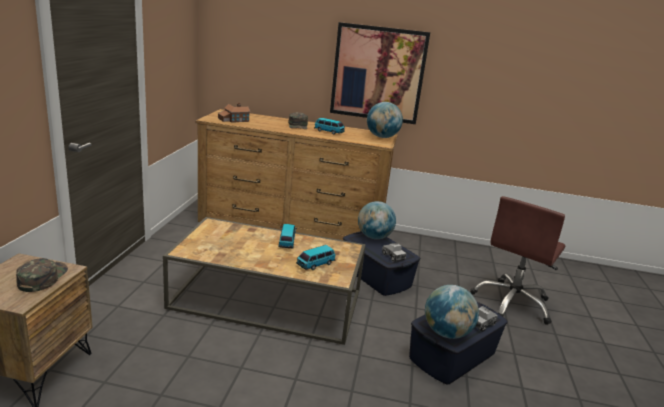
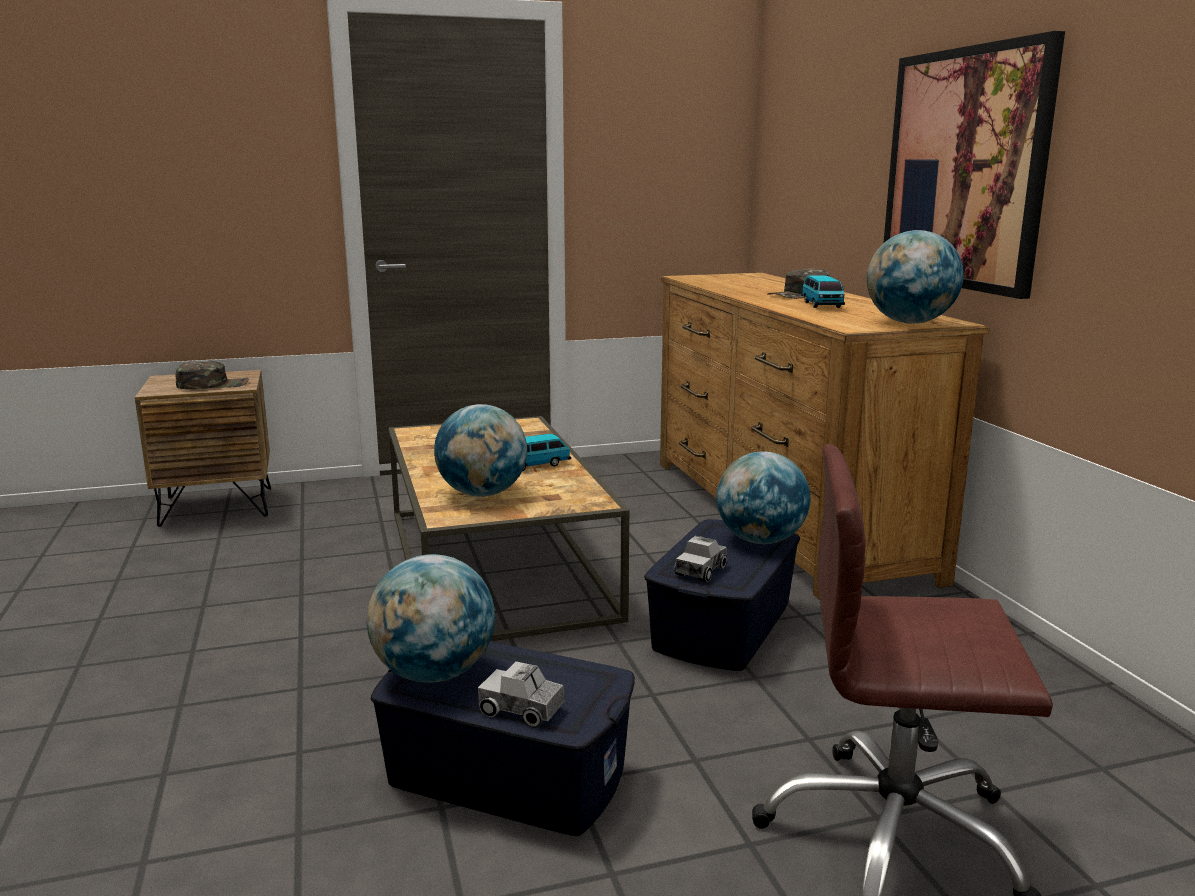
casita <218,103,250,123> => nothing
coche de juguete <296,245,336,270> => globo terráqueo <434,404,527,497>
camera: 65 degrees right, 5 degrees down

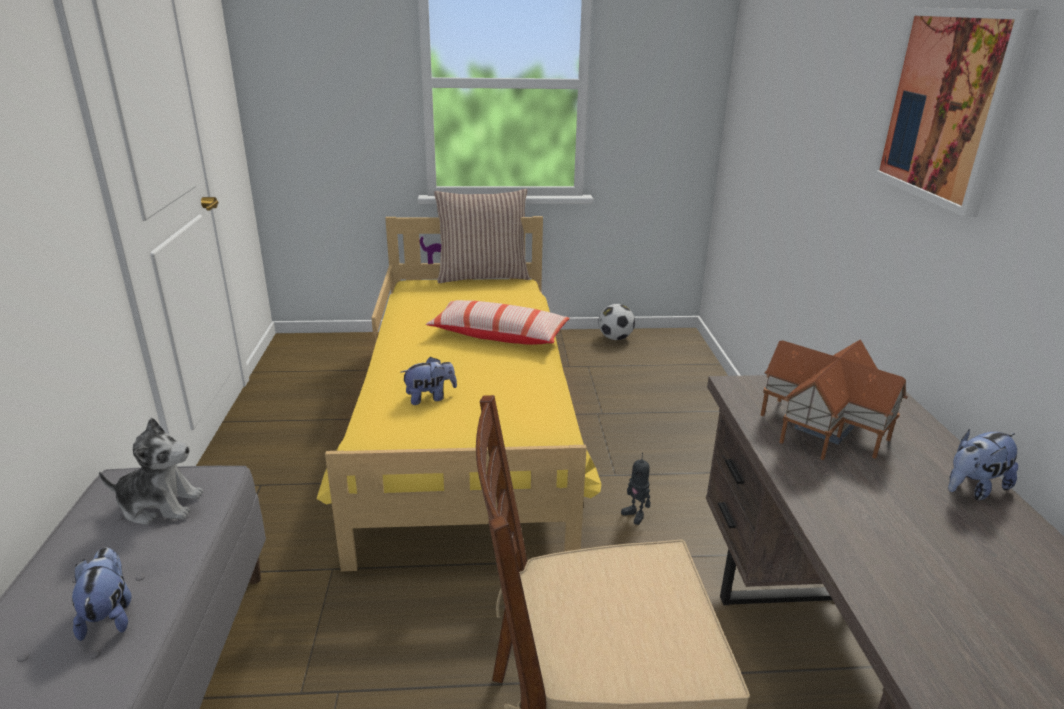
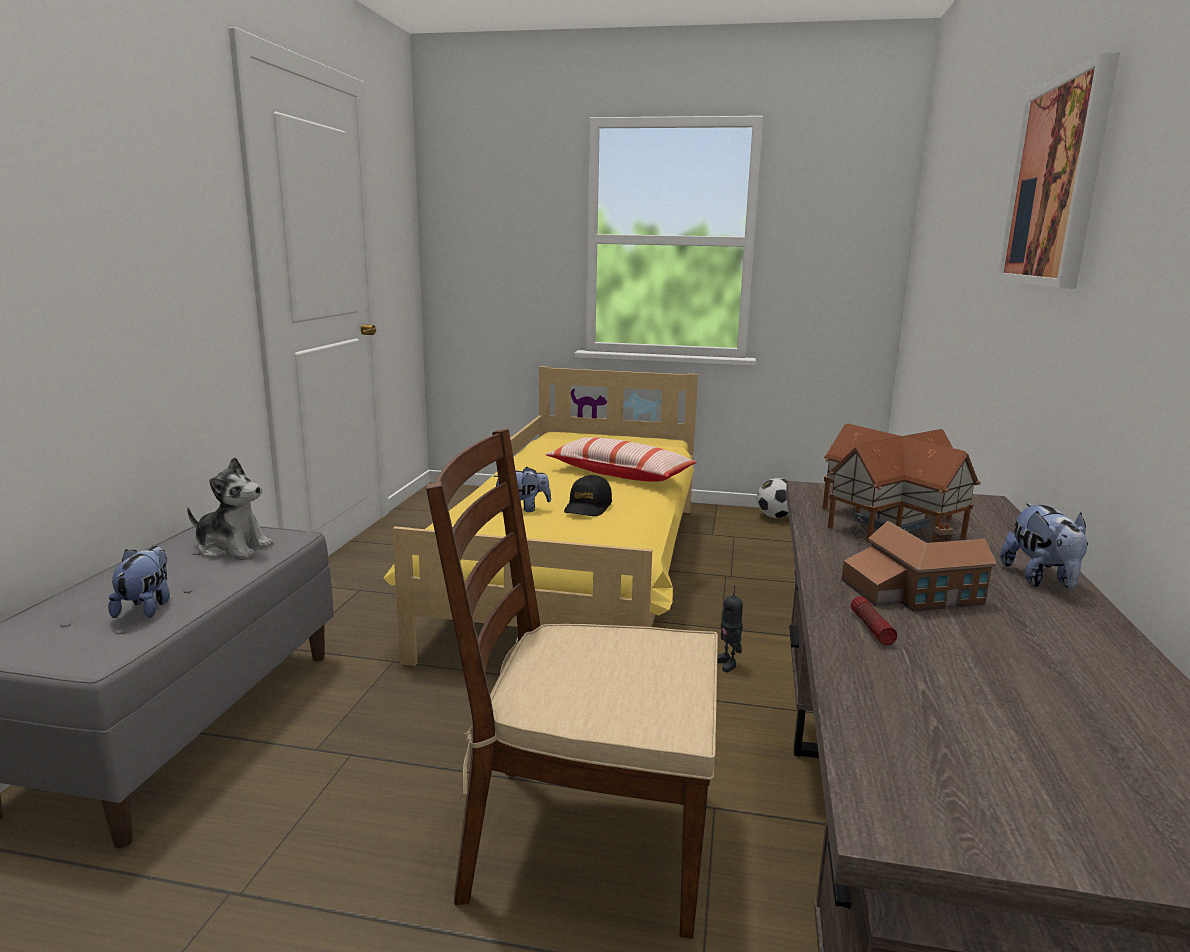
cojín <434,189,530,283> => nothing
nothing => gorra [negro] <564,475,612,516>
nothing => casita <841,521,997,612>
nothing => linterna <851,596,897,645>
peluche <948,429,1018,500> => peluche <1000,503,1088,589>, 75 degrees counterclockwise
camera: 15 degrees right, 10 degrees down

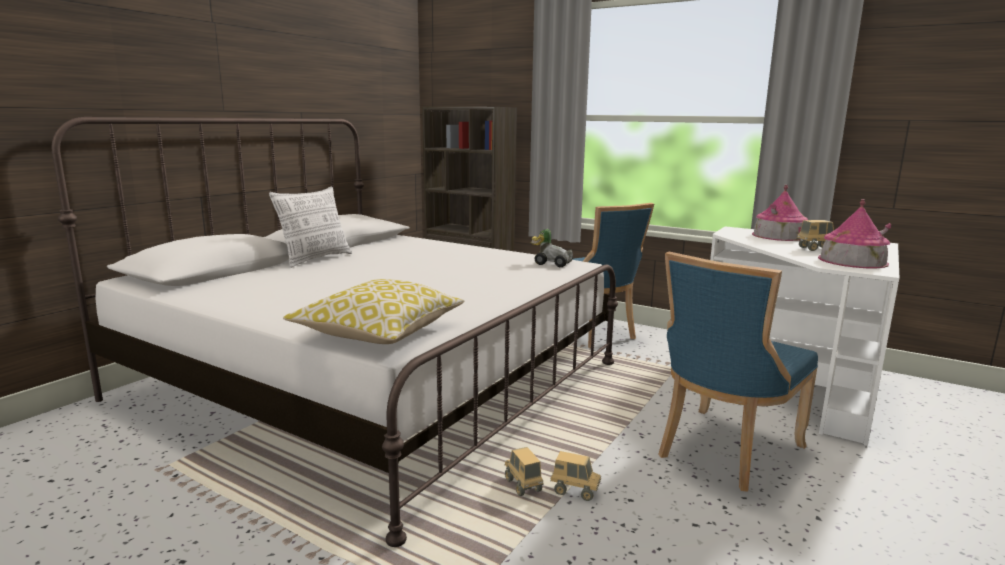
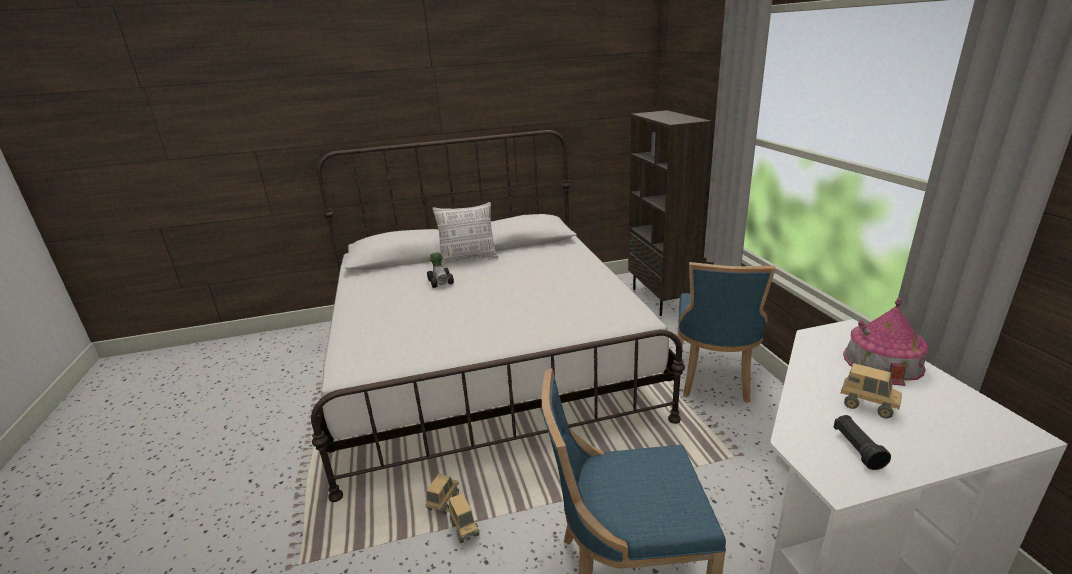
cojín <283,279,464,344> => nothing
coche de juguete <531,229,573,267> => coche de juguete <427,252,454,288>, moved
casita <818,199,891,268> => linterna [negro] <833,415,891,470>
camera: 45 degrees right, 10 degrees up

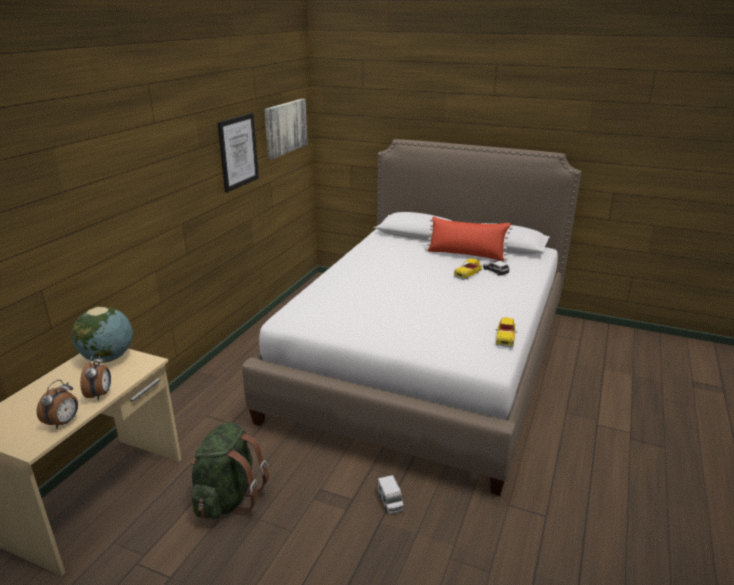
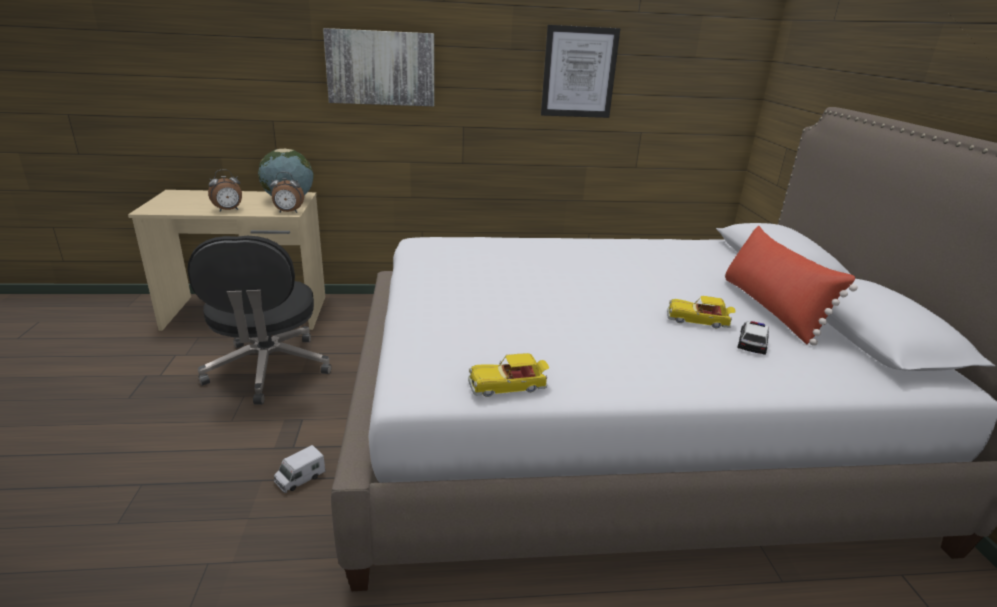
despertador <37,380,78,429> => despertador <270,172,304,213>, moved
cuadro <264,99,307,160> => cuadro <323,28,434,106>, moved
mochila [verde] <192,423,269,519> => silla de oficina [negro] <187,236,331,404>
camera: 60 degrees right, 0 degrees up

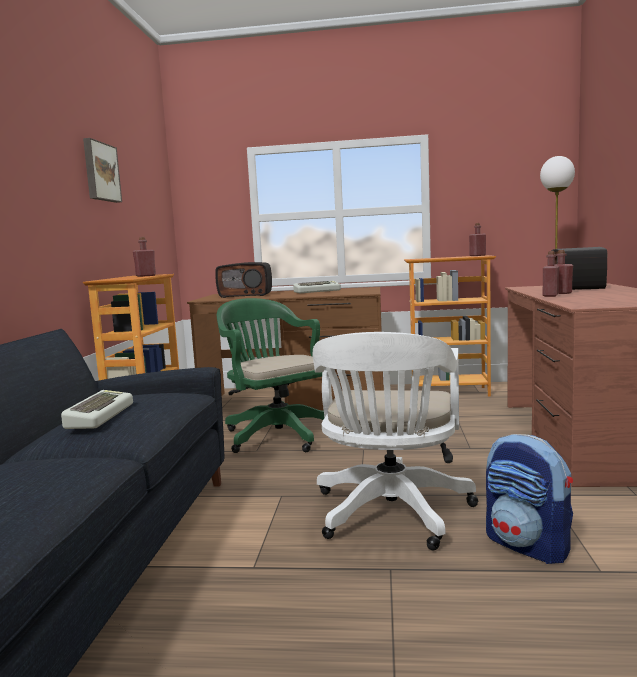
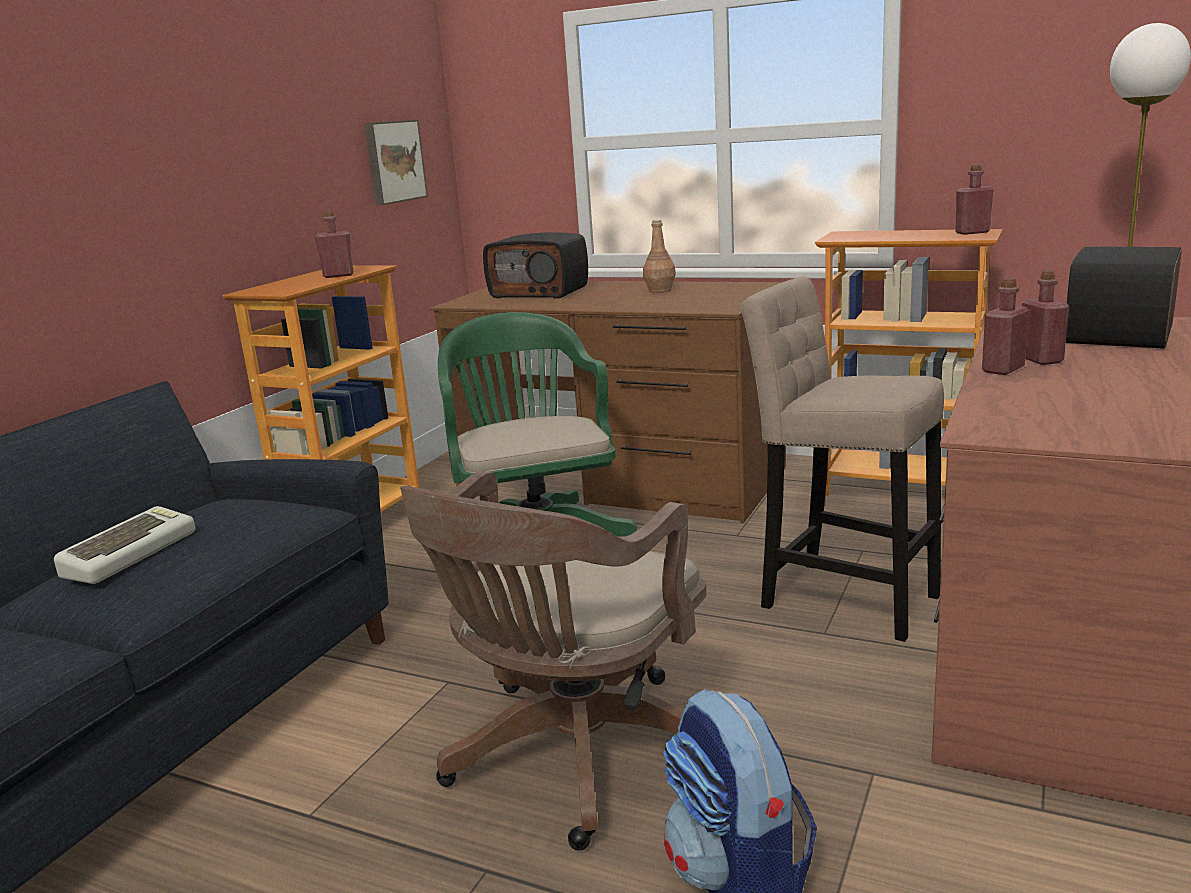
nothing => taburete [beis] <741,276,944,642>
cuadro <83,138,122,203> => cuadro <364,120,428,205>, moved
teclado <293,281,341,293> => botella [marrón] <643,219,676,293>
silla de oficina [blanco] <313,332,478,550> => silla de oficina [marrón] <400,471,707,850>
camera: 20 degrees right, 10 degrees up

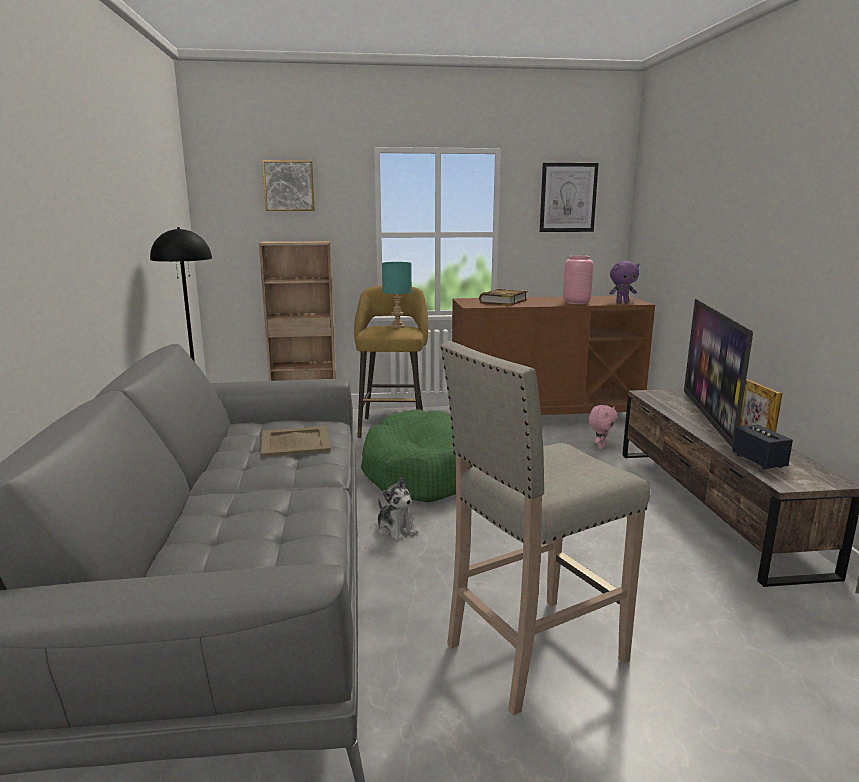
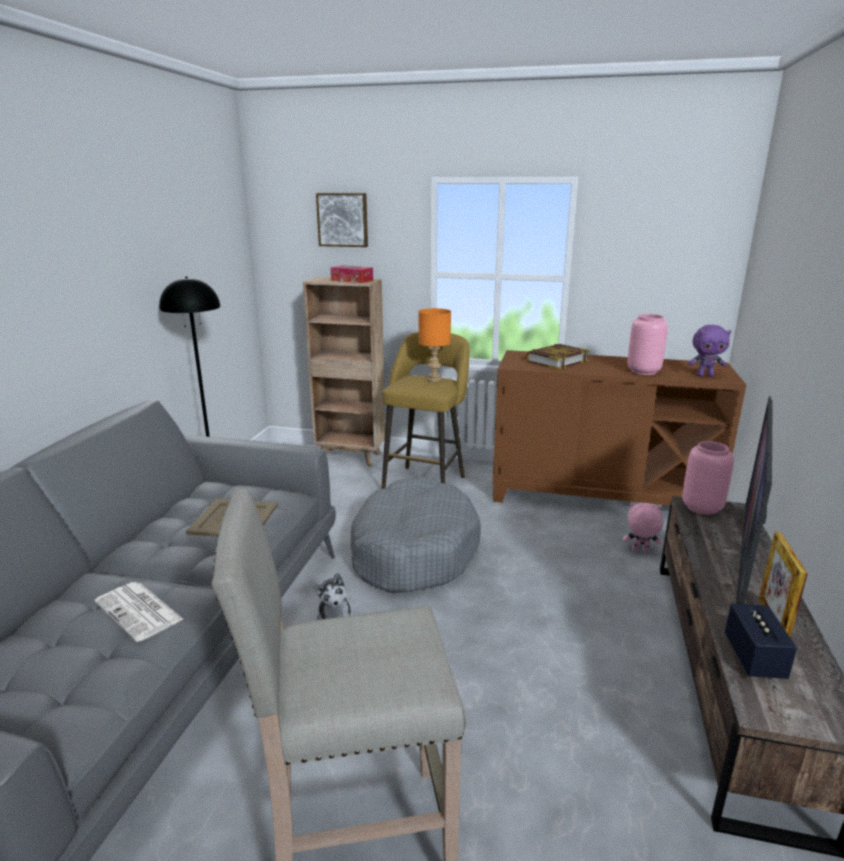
cuadro <540,163,599,232> => nothing
nothing => periódico <94,582,183,642>
nothing => caja de pañuelos <330,265,373,283>
nothing => florero [rosa] <682,441,734,515>
cama para perro [verde] <361,409,473,502> => cama para perro [gris] <351,477,481,593>
lámpara de mesa [turquesa] <382,262,412,328> => lámpara de mesa [naranja] <419,308,451,382>
peluche [rosa] <589,405,618,449> => peluche [rosa] <623,503,663,553>, 135 degrees counterclockwise
camera: 20 degrees right, 5 degrees up

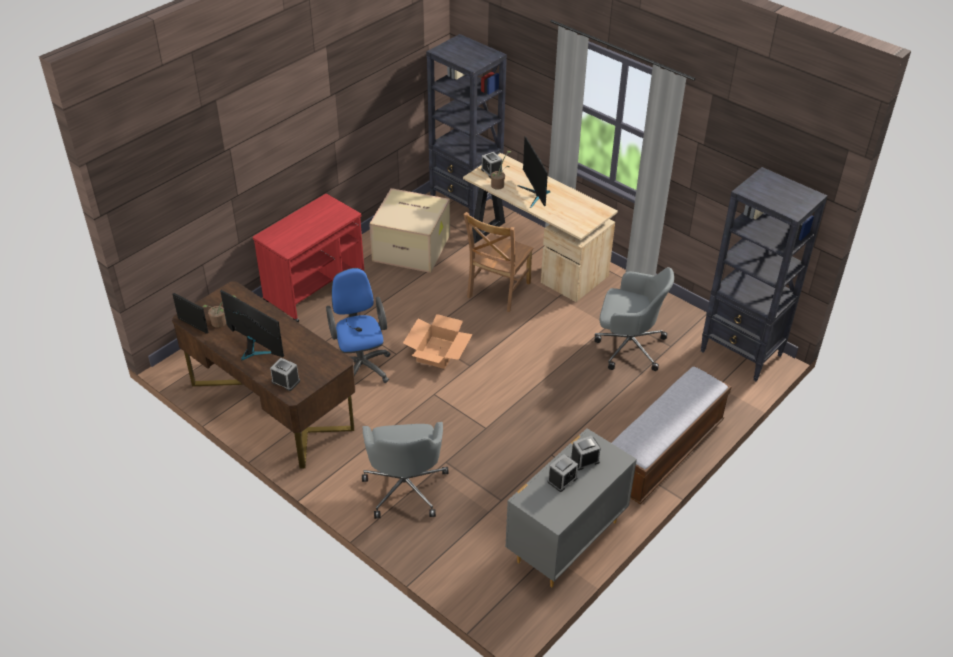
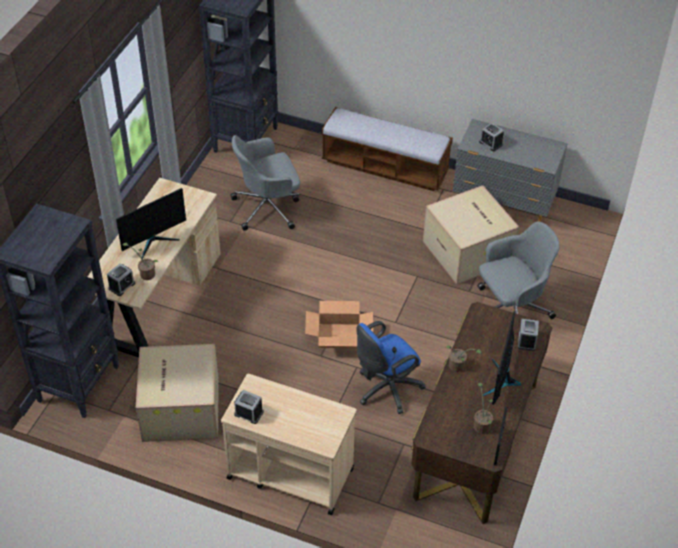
silla [marrón] <463,212,533,312> => nothing
nothing => caja de cartón <423,185,519,284>
nothing => planta en maceta <446,345,482,372>
despertador <547,454,578,492> => despertador <234,390,264,424>, moved
carrito [rojo] <253,194,364,322> => carrito [beis] <221,374,357,515>
silla de oficina [gris] <595,267,674,371> => silla de oficina [gris] <230,135,300,231>, 105 degrees counterclockwise
camera: 110 degrees left, 5 degrees up

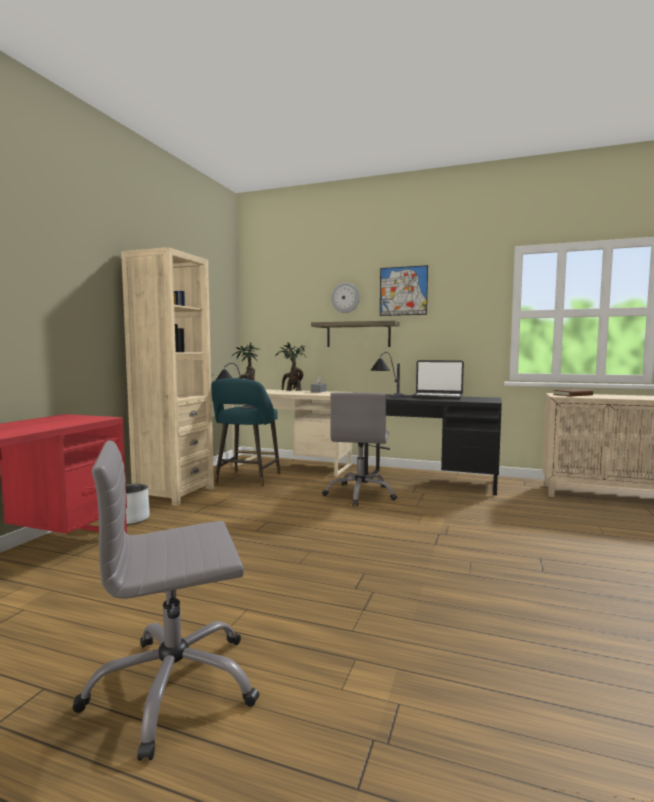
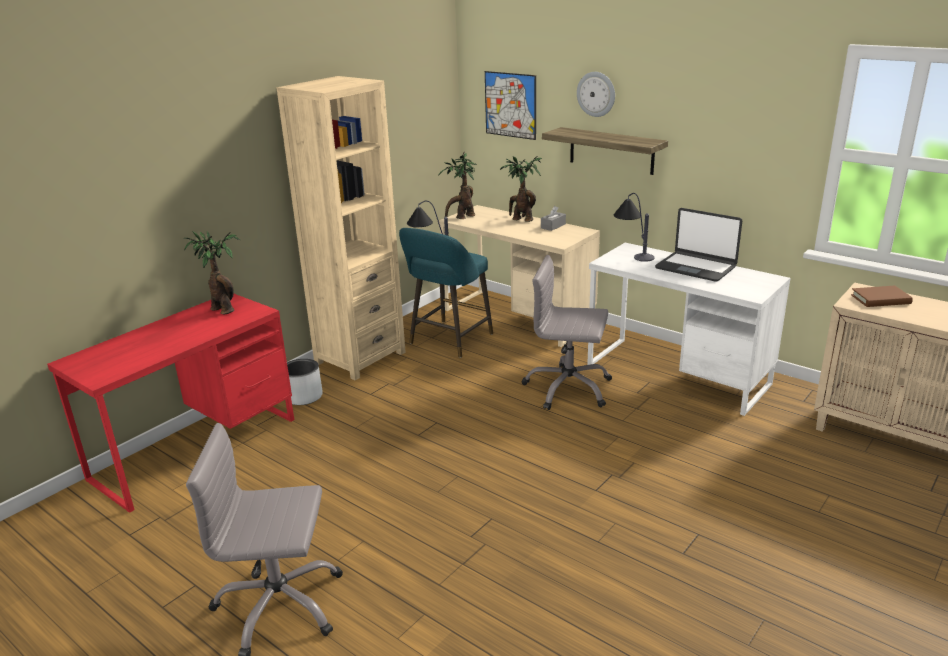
nothing => planta en maceta <184,231,240,315>
cuadro <380,265,428,316> => cuadro <485,71,536,140>, moved
escritorio [negro] <364,394,502,495> => escritorio [blanco] <587,243,790,416>
silla de oficina [gris] <322,392,397,506> => silla de oficina [gris] <522,255,612,410>, 75 degrees clockwise
camera: 20 degrees right, 20 degrees up

